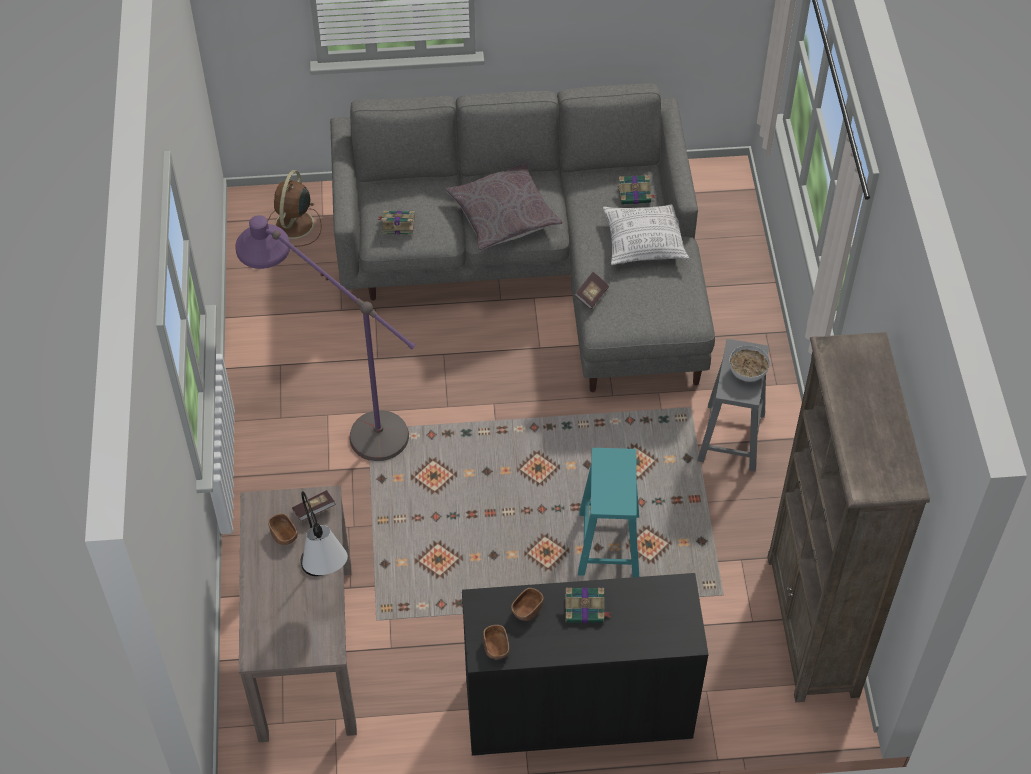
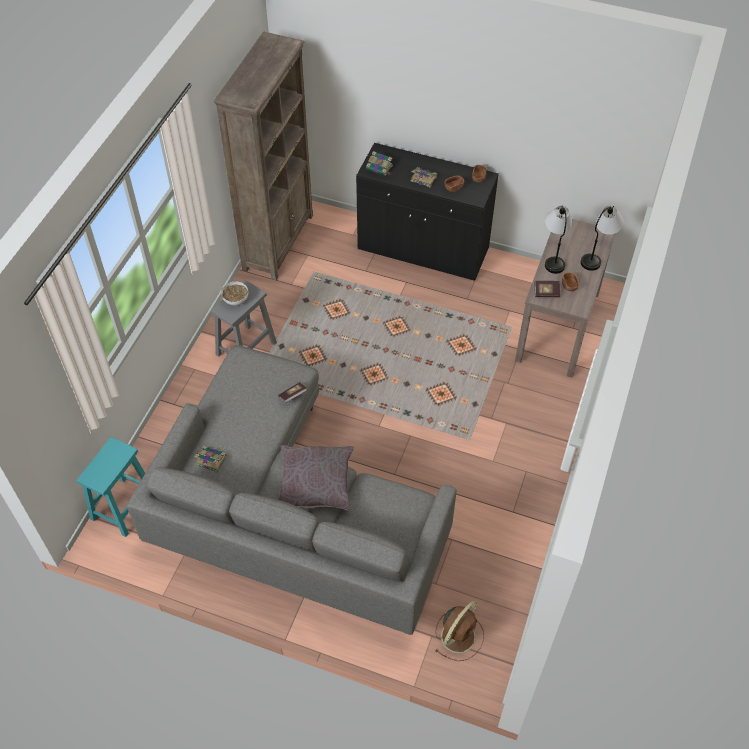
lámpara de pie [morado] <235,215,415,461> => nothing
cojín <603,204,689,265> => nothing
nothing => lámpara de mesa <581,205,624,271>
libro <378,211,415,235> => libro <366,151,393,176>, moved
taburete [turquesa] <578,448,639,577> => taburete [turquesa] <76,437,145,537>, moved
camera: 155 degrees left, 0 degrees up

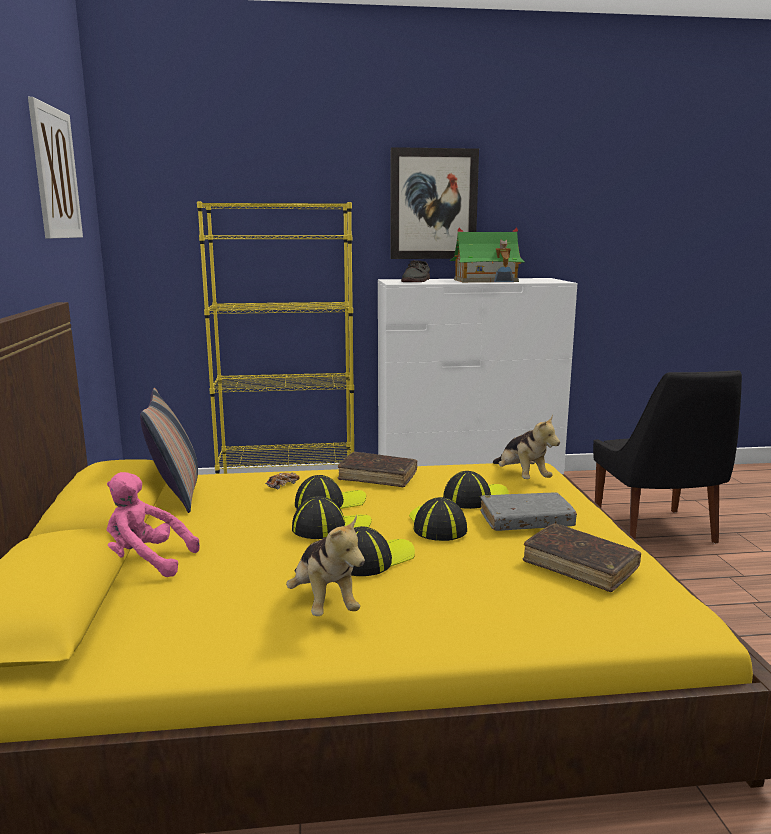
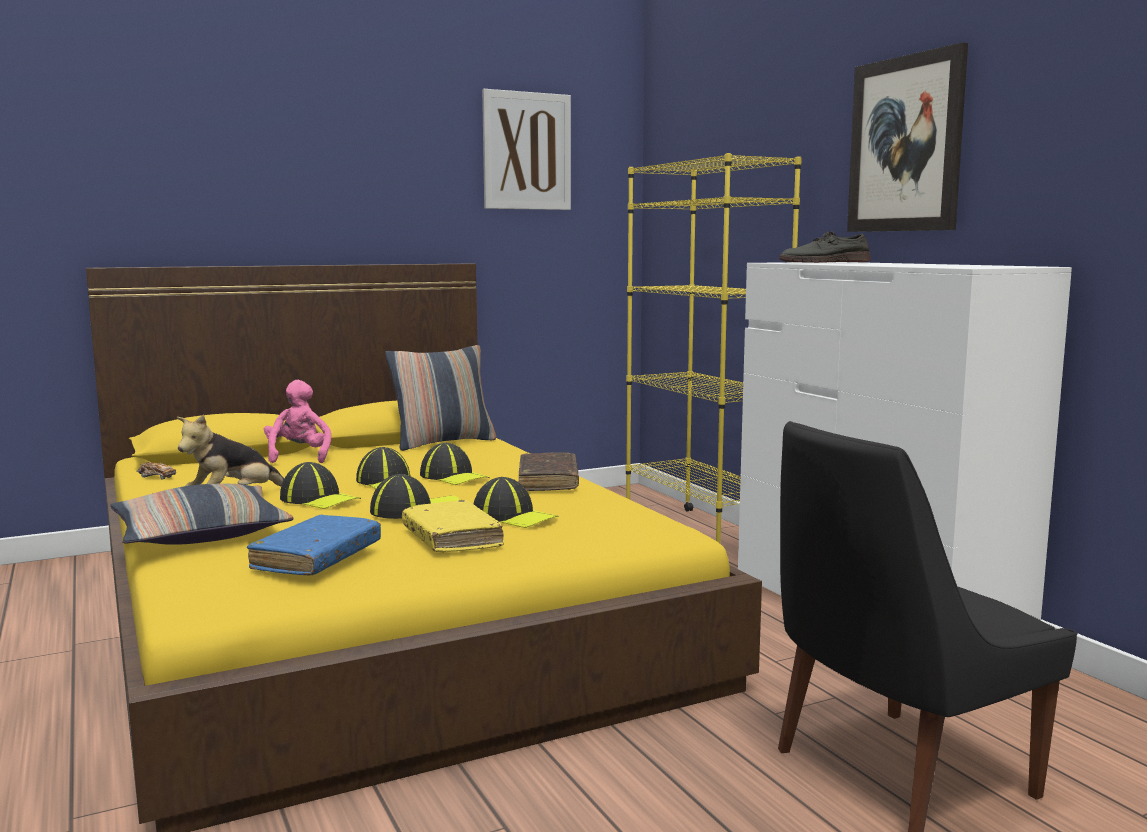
casita <450,227,525,282> => nothing
peluche <493,415,560,479> => nothing
nothing => cojín <110,484,293,545>
coche de juguete <265,472,300,490> => coche de juguete <136,462,176,480>, moved
libro [gris] <480,492,577,531> => libro [amarillo] <402,500,504,552>
libro [marrón] <522,524,642,592> => libro [azul] <247,515,381,576>
camera: 70 degrees right, 5 degrees down

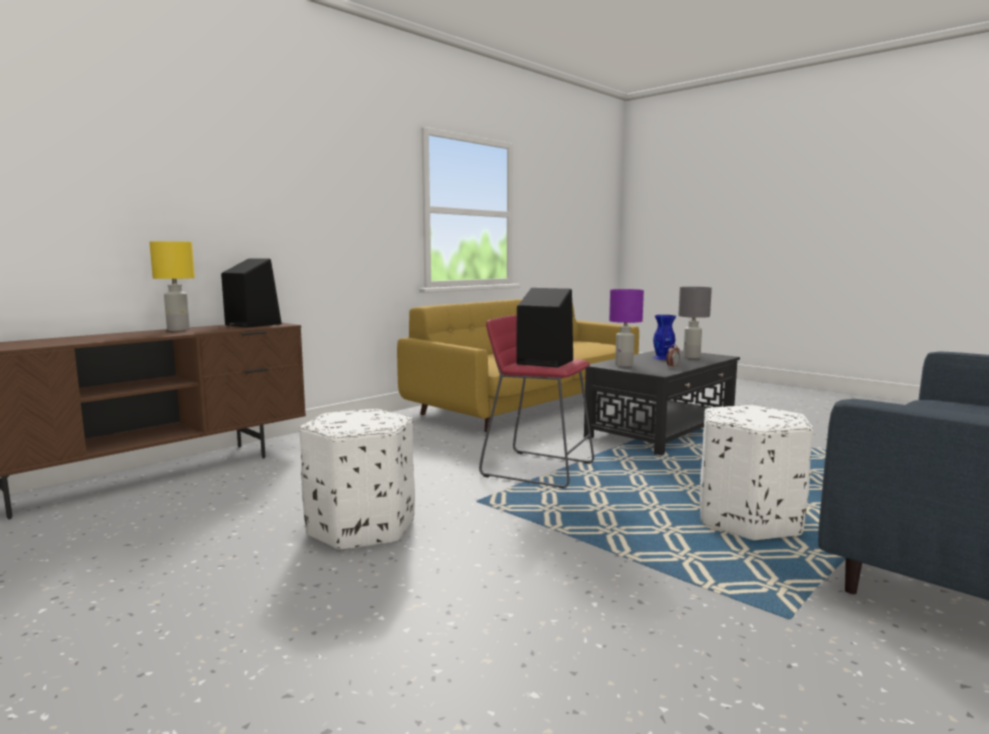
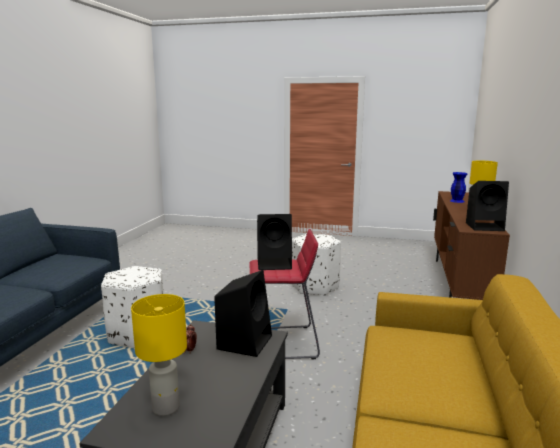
florero [azul] <653,315,676,360> => florero [azul] <450,172,467,203>, moved
lámpara de mesa [morado] <609,289,644,367> => altavoz [negro] <214,270,272,357>
lámpara de mesa [gris] <678,287,712,359> => lámpara de mesa [amarillo] <131,294,187,416>
camera: 150 degrees right, 5 degrees up

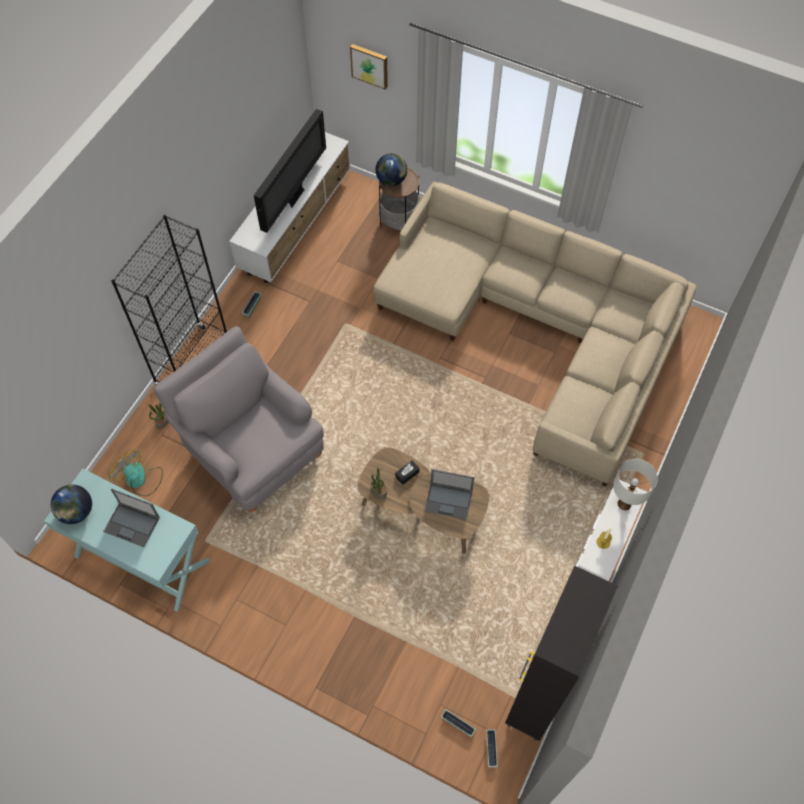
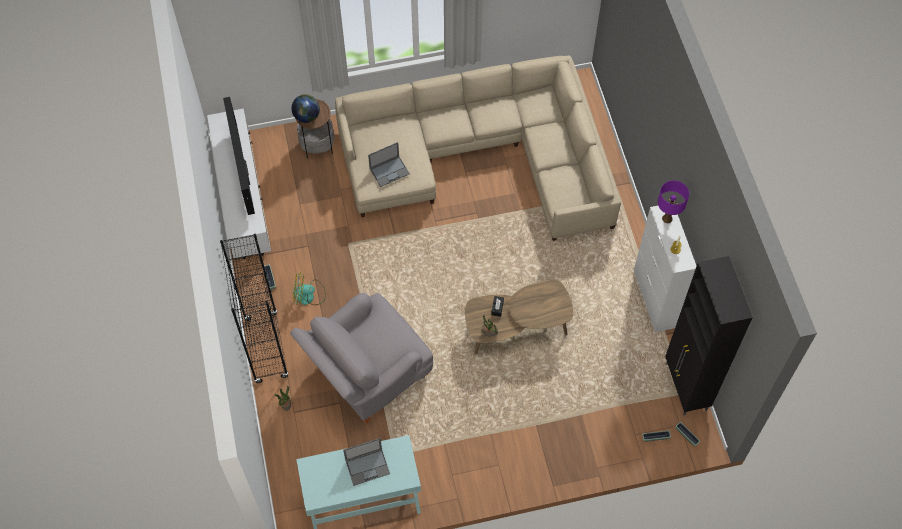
globo terráqueo <51,485,92,524> => nothing
cuadro <350,44,388,90> => nothing
ventilador <108,450,163,496> => ventilador <293,272,326,305>, moved
portátil <425,469,475,520> => portátil <368,142,410,187>, moved
lámpara de mesa [blanco] <613,459,658,510> => lámpara de mesa [morado] <658,180,689,223>
sillón [gris] <154,326,324,512> => sillón [gris] <290,293,433,424>, 45 degrees counterclockwise
camera: 40 degrees left, 0 degrees up

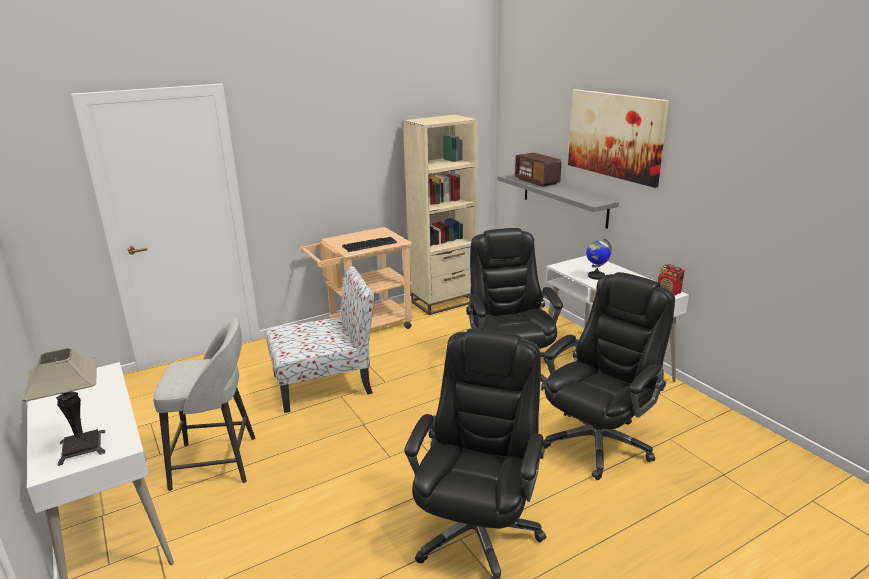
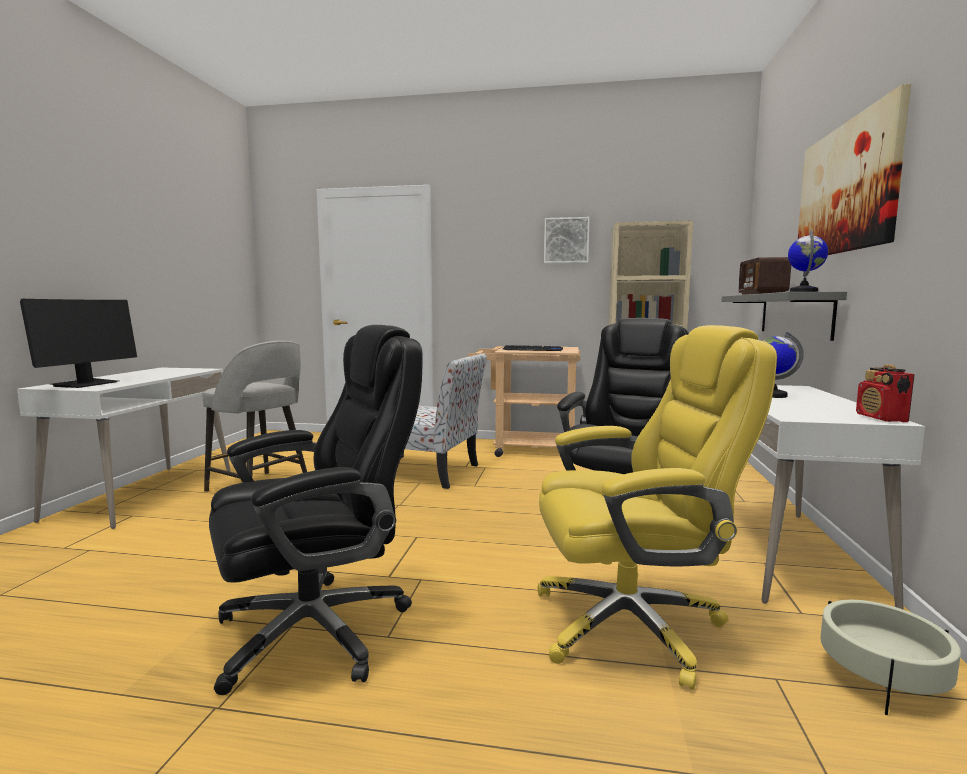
nothing => cuadro <544,217,590,263>
nothing => globo terráqueo <788,230,828,292>
nothing => maceta [beis] <821,600,961,715>
lámpara de mesa <23,348,105,466> => monitor <20,299,137,388>
silla de oficina [negro] <543,272,675,480> => silla de oficina [amarillo] <538,325,777,690>
camera: 40 degrees right, 15 degrees down

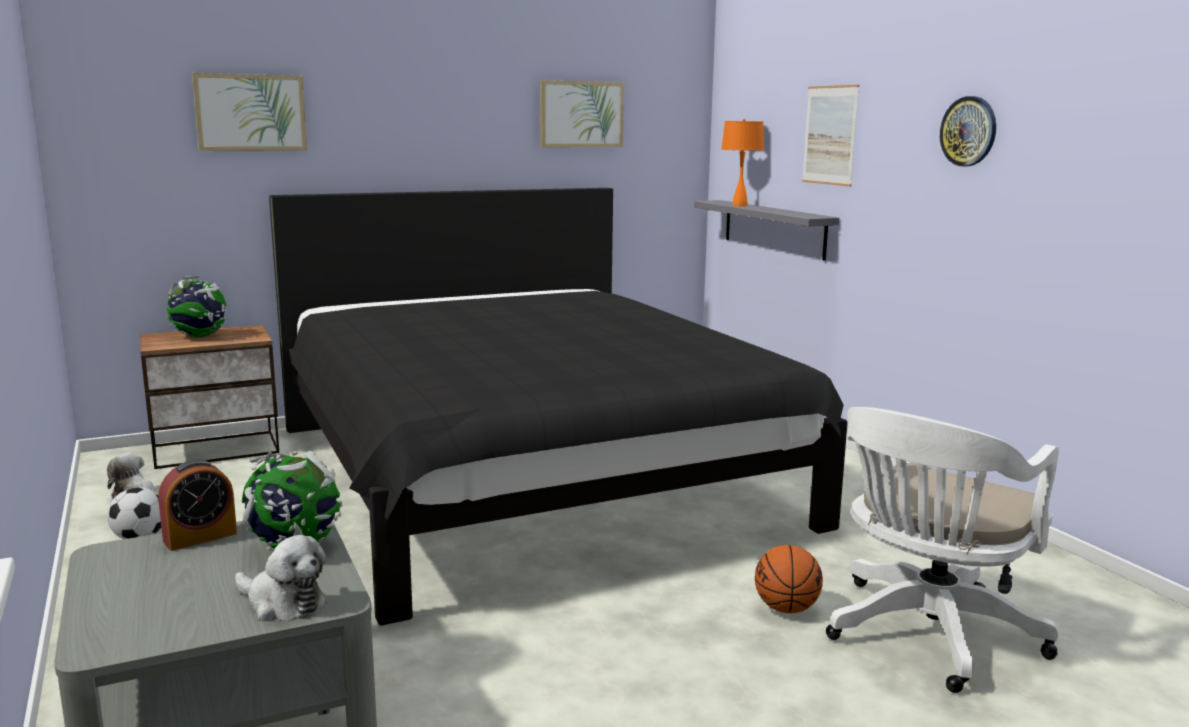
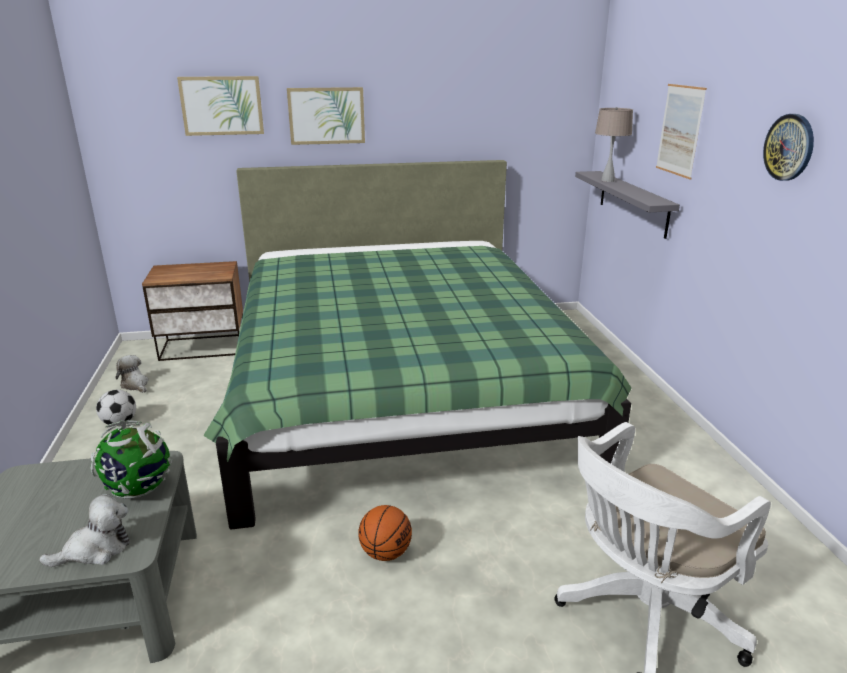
despertador <158,459,237,551> => nothing
globo terráqueo <166,275,226,337> => nothing
cuadro <540,80,624,147> => cuadro <287,87,365,145>, moved
balón de baloncesto <755,545,823,613> => balón de baloncesto <358,505,412,561>, moved
cama [negro] <269,188,847,626> => cama [verde] <203,160,631,529>
lámpara de mesa [naranja] <721,119,764,206> => lámpara de mesa [beis] <595,107,633,182>
peluche <235,535,327,621> => peluche <39,494,130,567>, 75 degrees counterclockwise
camera: 15 degrees right, 10 degrees up

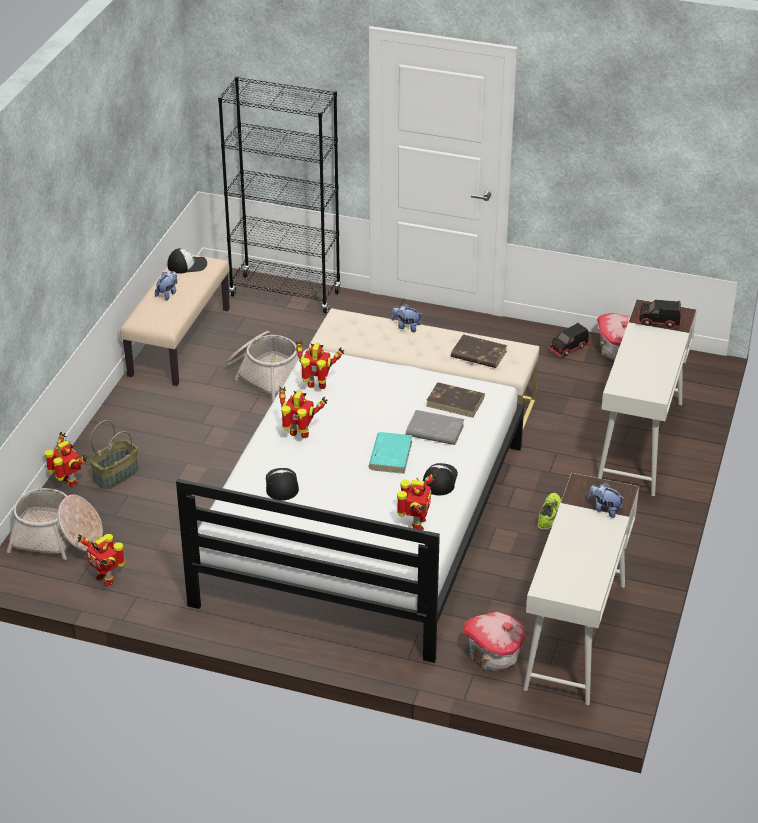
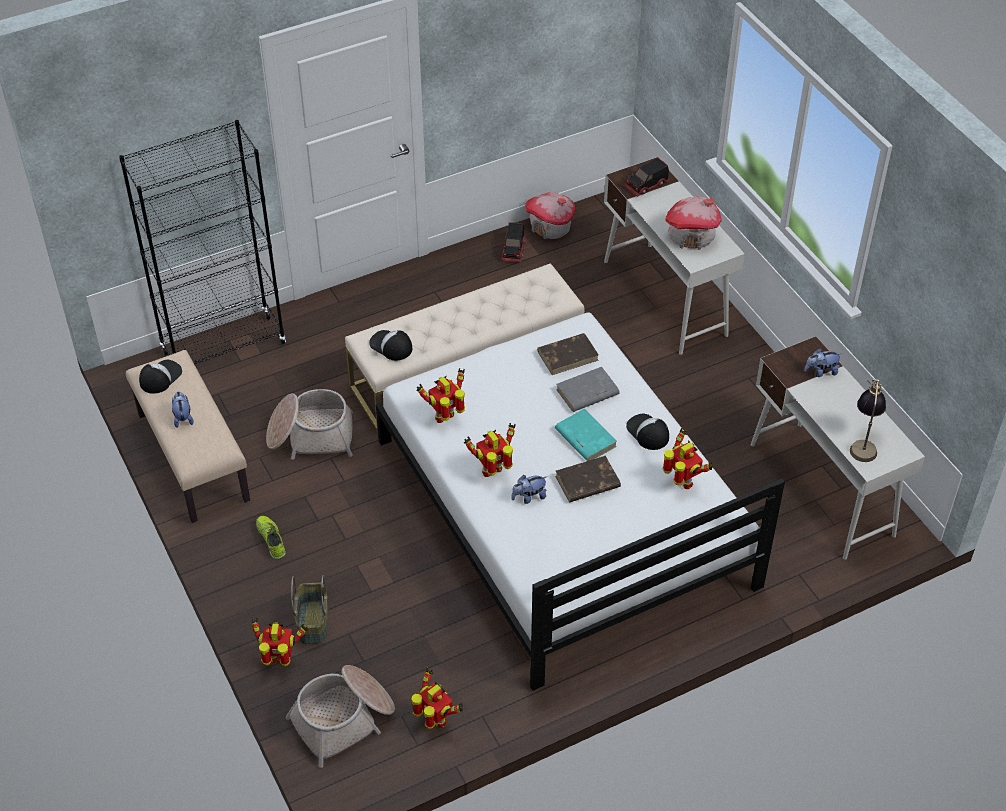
nothing => lámpara de mesa <850,379,886,462>
gorra <266,468,299,500> => gorra <369,330,412,360>, moved
peluche <391,304,421,332> => peluche <511,475,547,504>, moved
libro [marrón] <451,334,507,368> => libro [marrón] <555,456,621,502>, moved
casita <463,612,525,671> => casita <665,197,722,250>, moved
zapato <537,493,561,531> => zapato <256,516,286,560>, moved
robot de juguete <78,534,125,587> => robot de juguete <412,668,463,729>, 135 degrees counterclockwise
camera: 45 degrees left, 10 degrees up

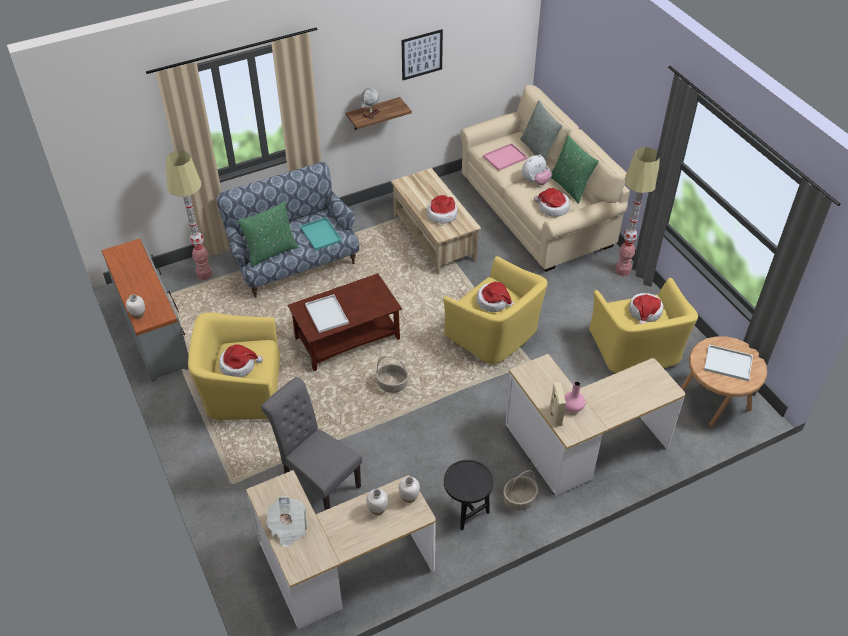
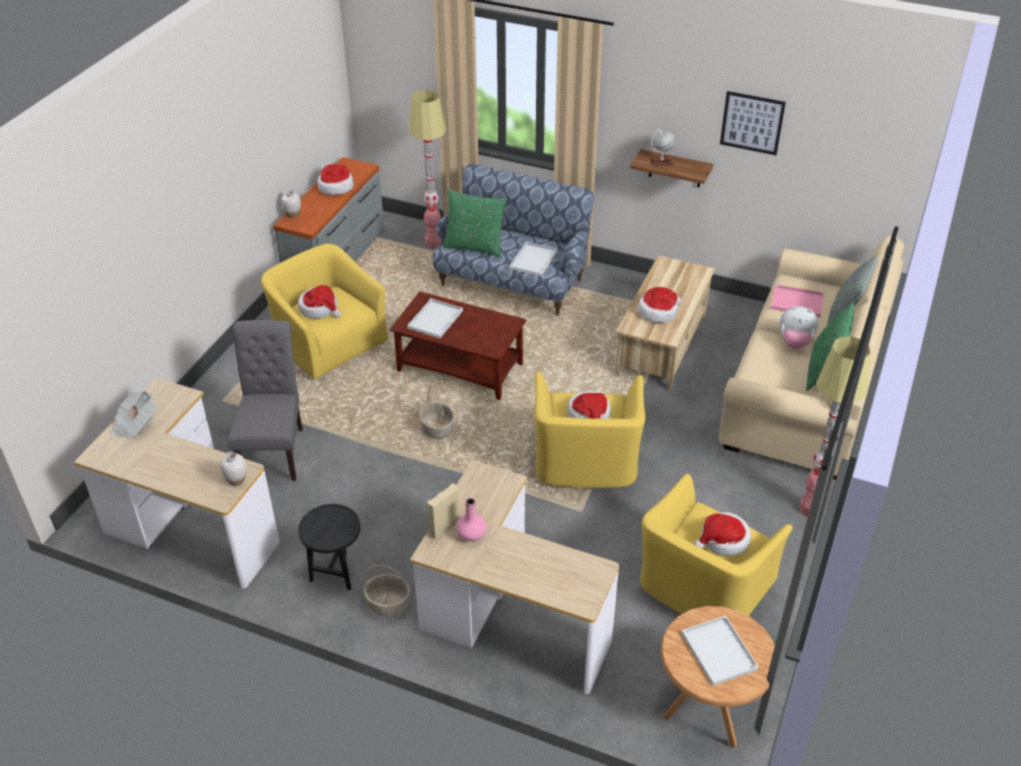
florero [blanco] <366,489,388,515> => nothing
sombrero <534,188,570,217> => sombrero <318,164,354,195>, moved
bandeja [turquesa] <300,217,342,251> => bandeja [blanco] <509,242,558,276>
camera: 50 degrees right, 5 degrees down

